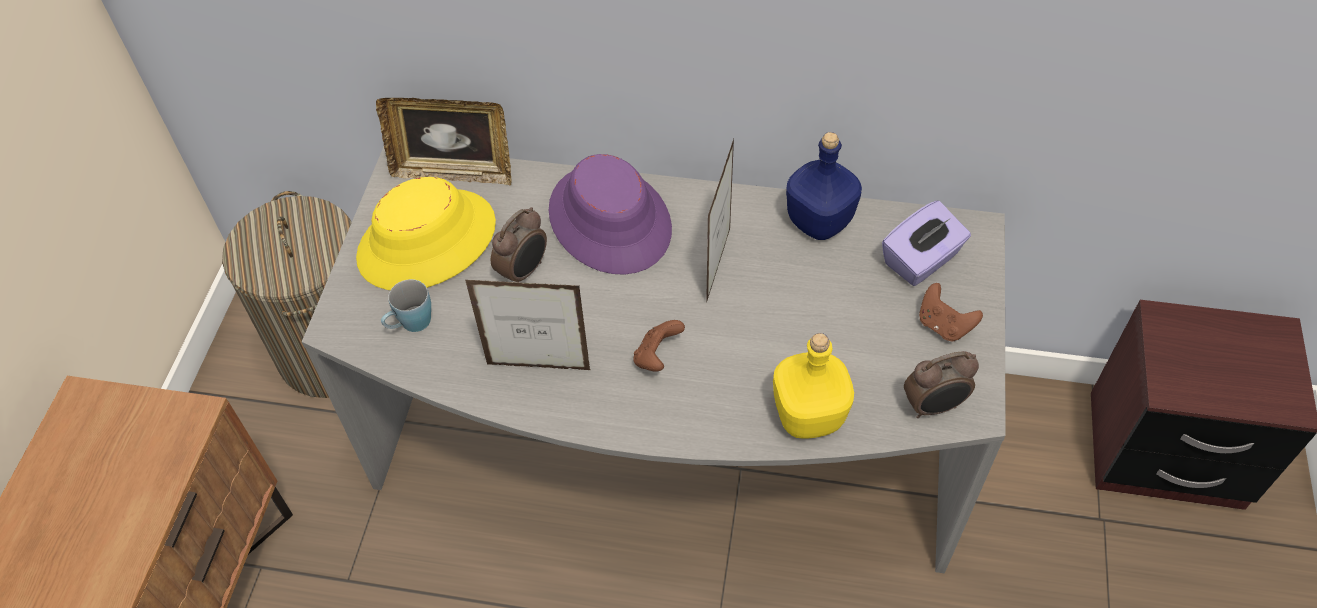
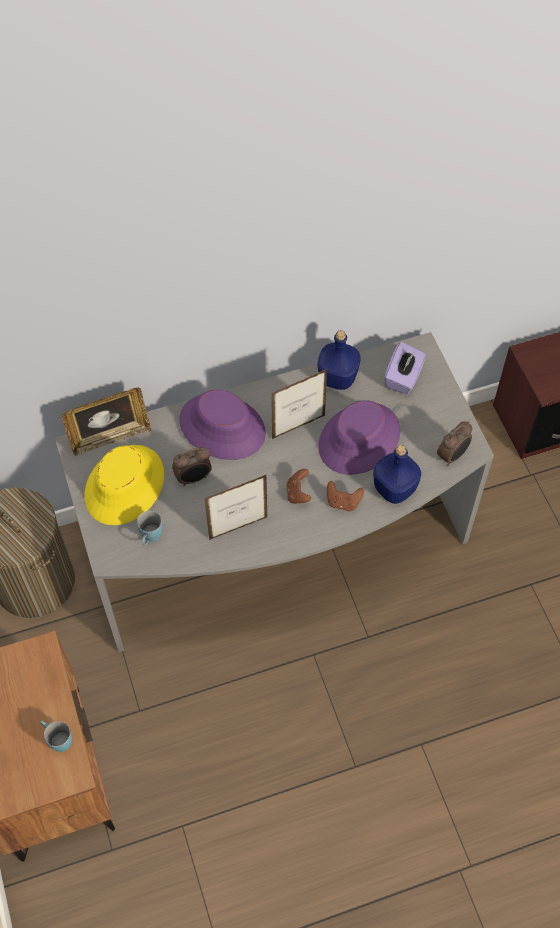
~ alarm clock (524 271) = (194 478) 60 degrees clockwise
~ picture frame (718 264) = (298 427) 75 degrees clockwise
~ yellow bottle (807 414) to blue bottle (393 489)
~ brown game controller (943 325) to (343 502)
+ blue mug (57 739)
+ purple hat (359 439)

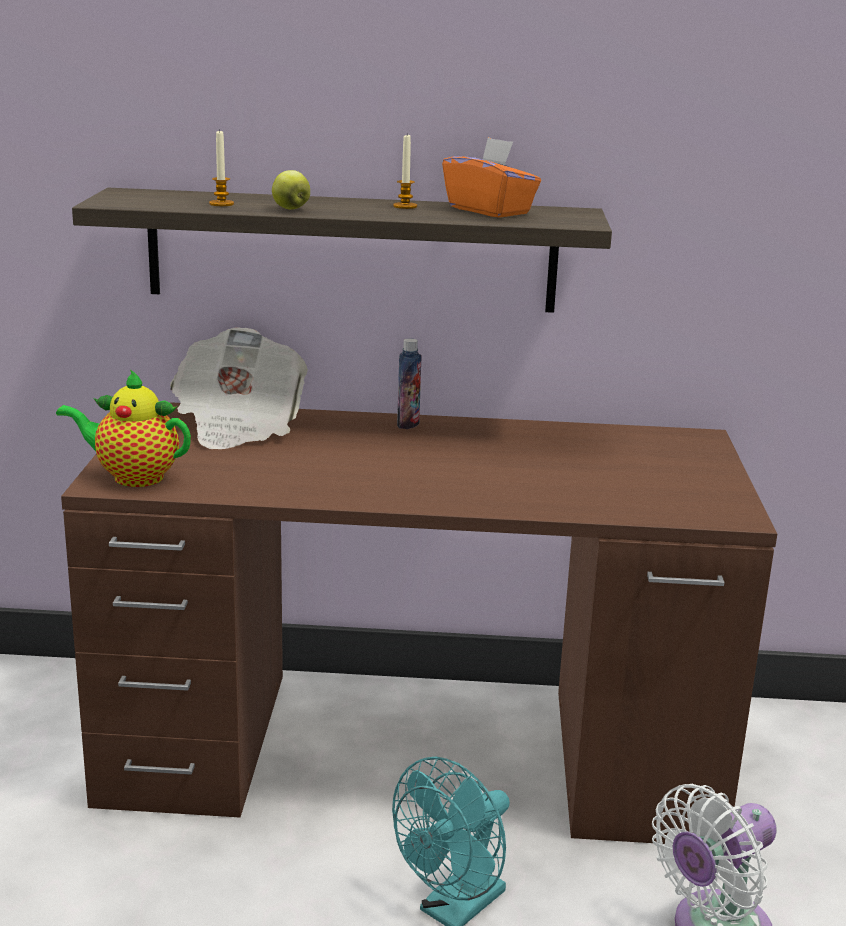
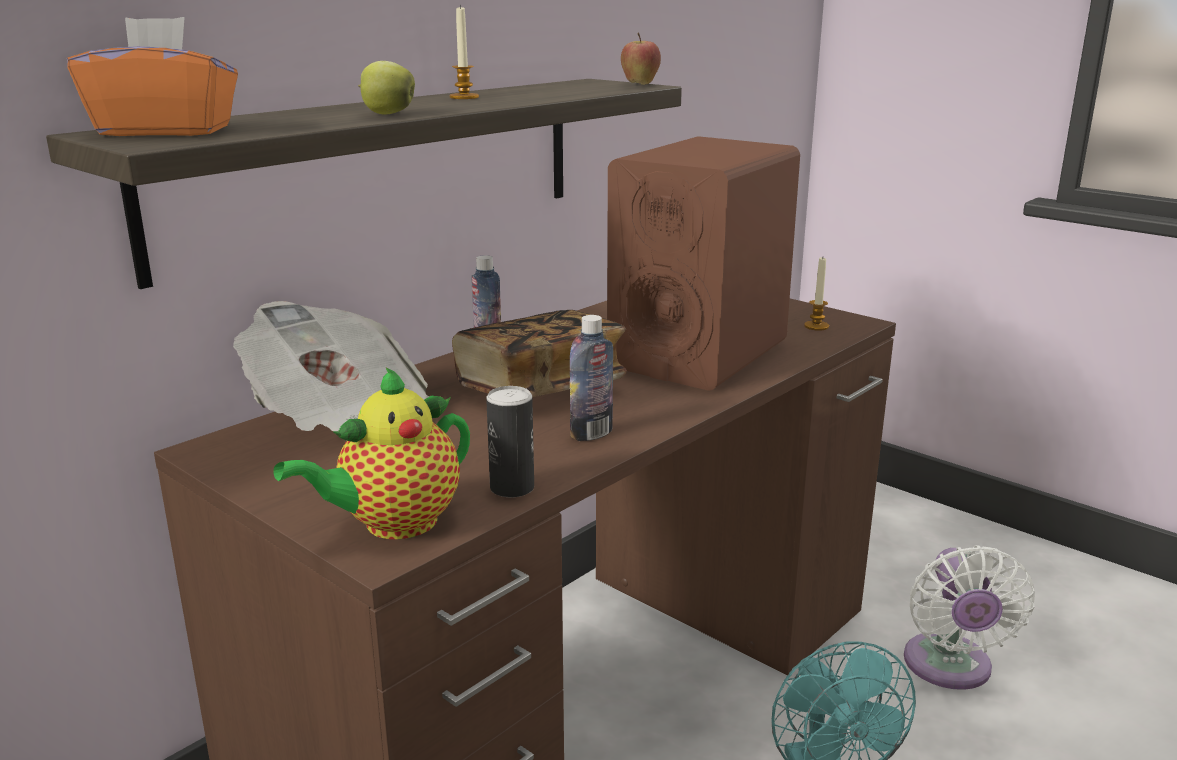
~ candle (221 204) to (816 326)
~ orange tissue box (489 210) to (166 131)
+ book (540 388)
+ can (512 488)
+ bottle (591 433)
+ brown speaker (699 354)
+ apple (640 85)

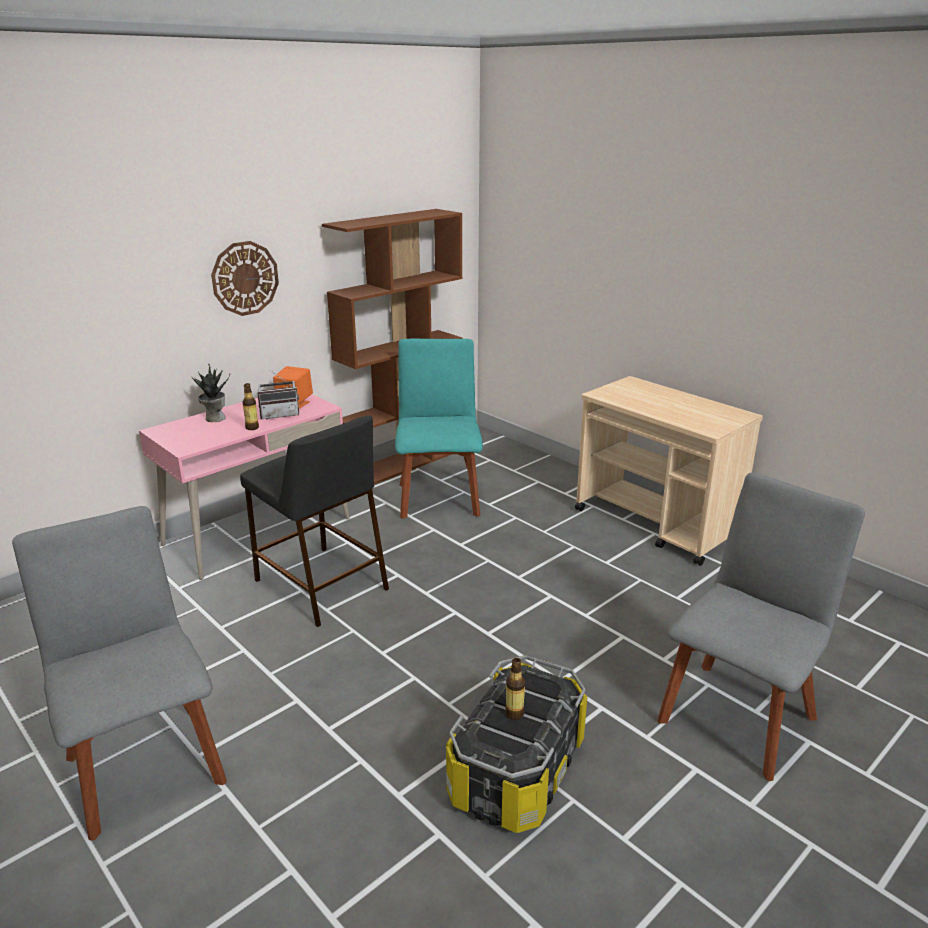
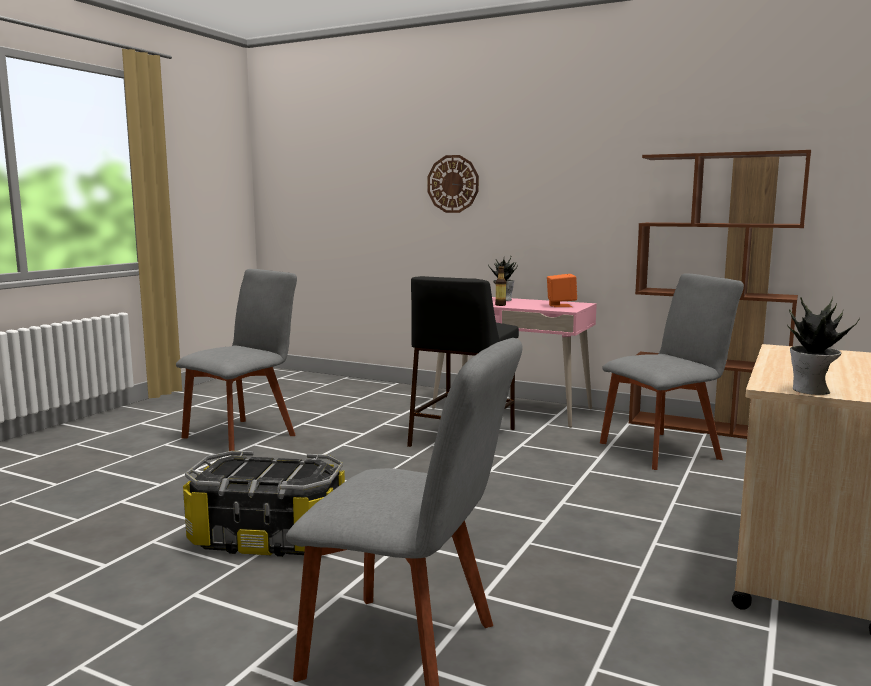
~ wall clock (245 278) to (453 184)
- radio (280 415)
~ turquoise chair (439 497) to grey chair (664 450)
- bottle (514 713)
+ potted plant (811 391)

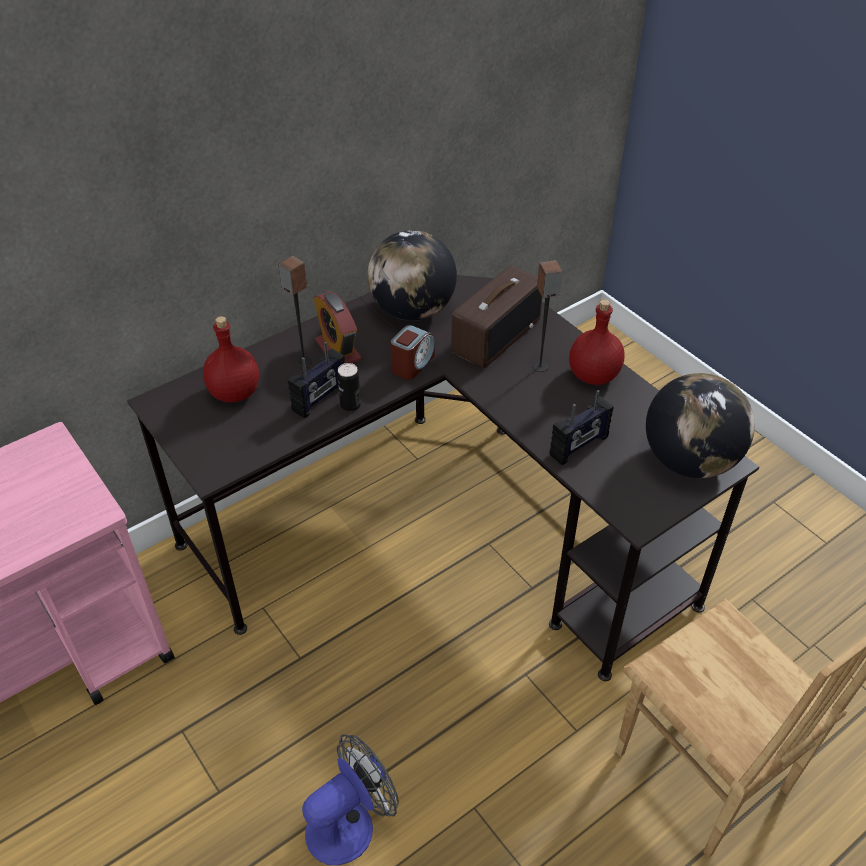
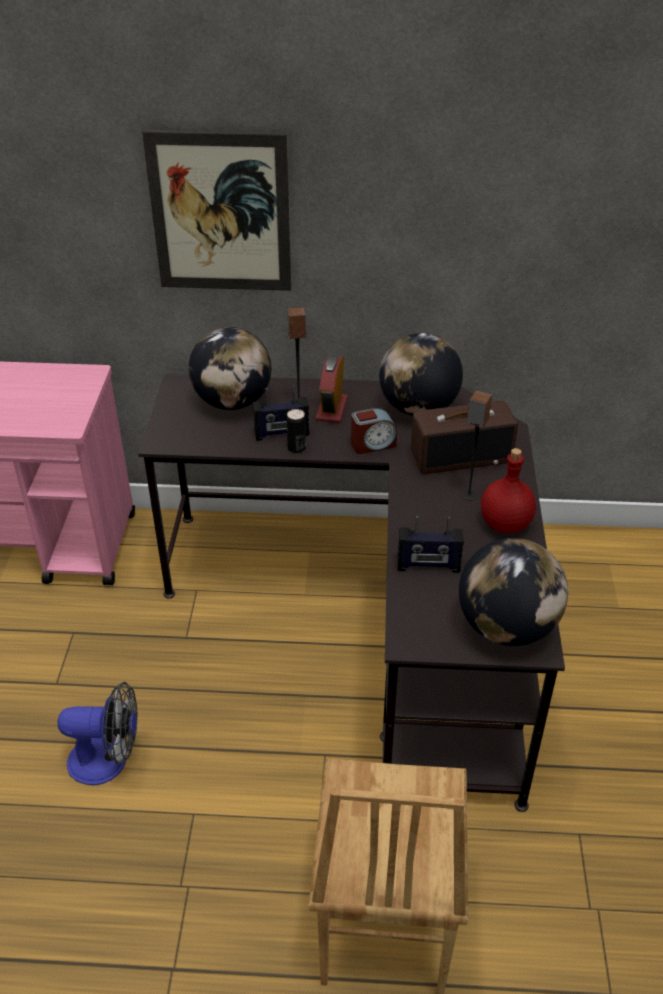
~ red bottle (236 393) to globe (232 402)
+ picture (220 213)

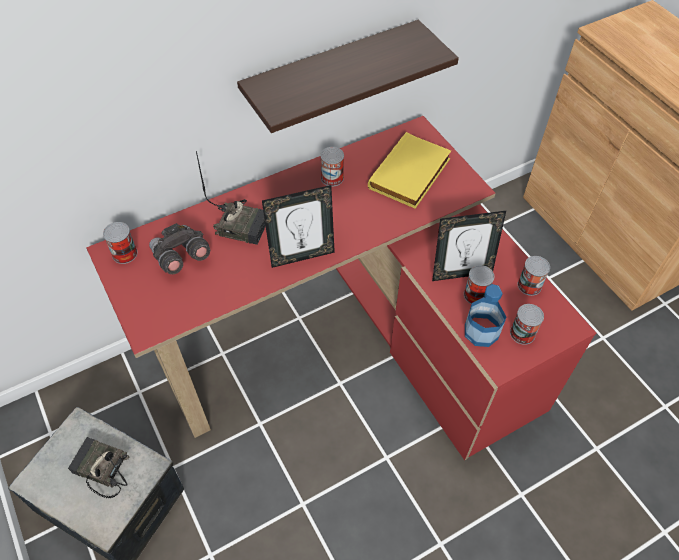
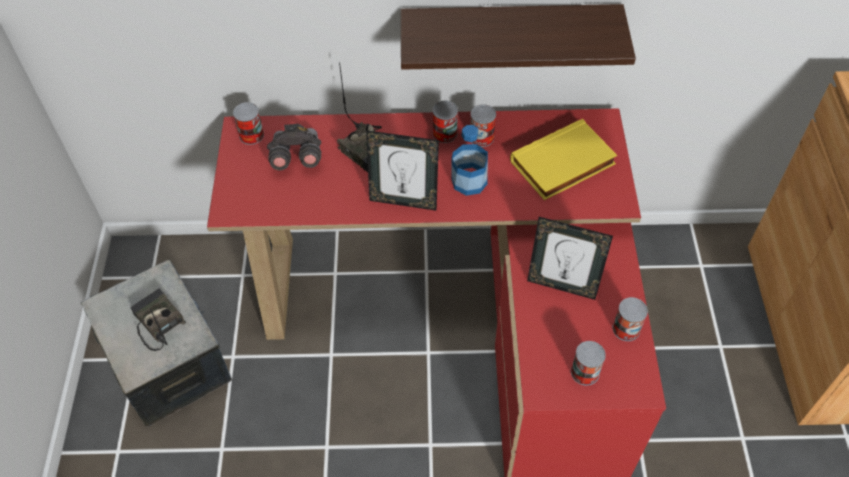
~ can (475 295) to (445 133)
~ bottle (481 332) to (469 181)

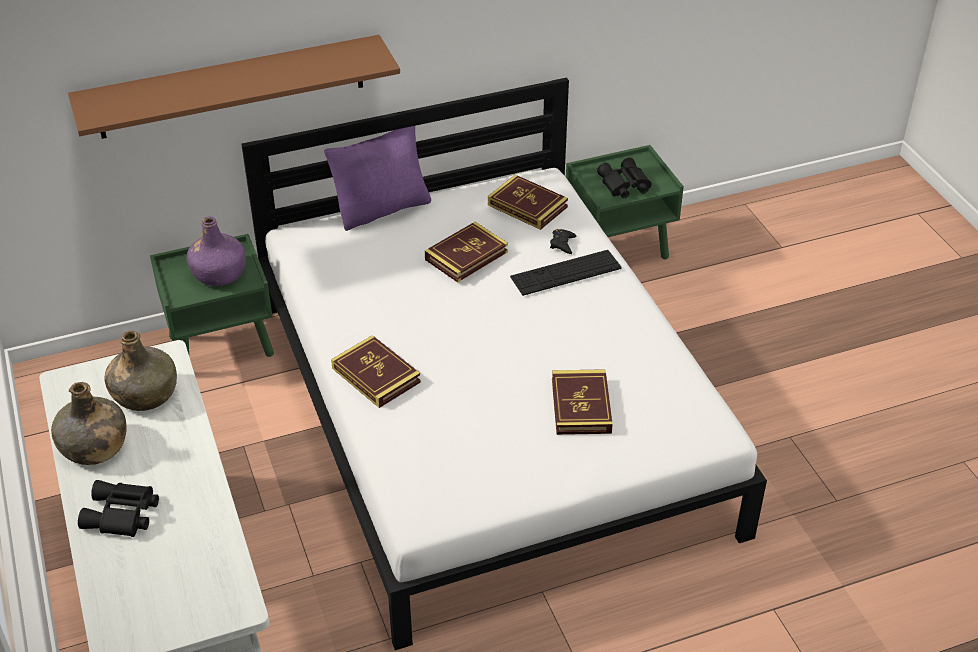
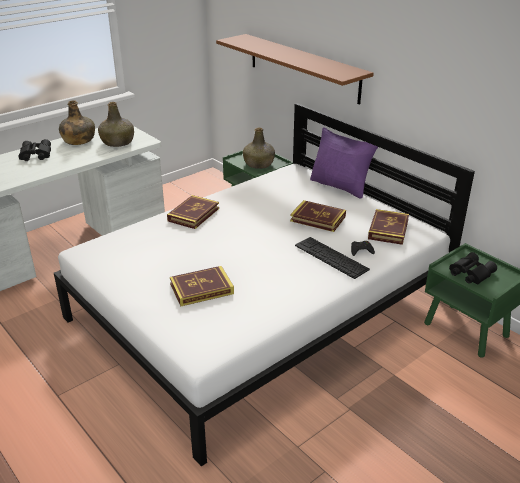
~ purple bottle (219 273) to green bottle (259 164)

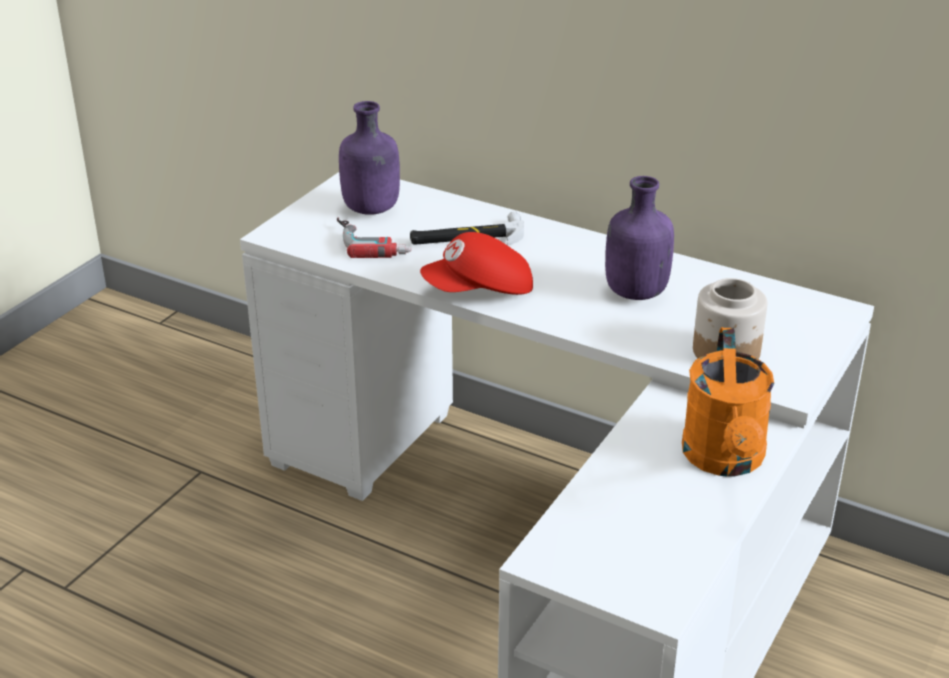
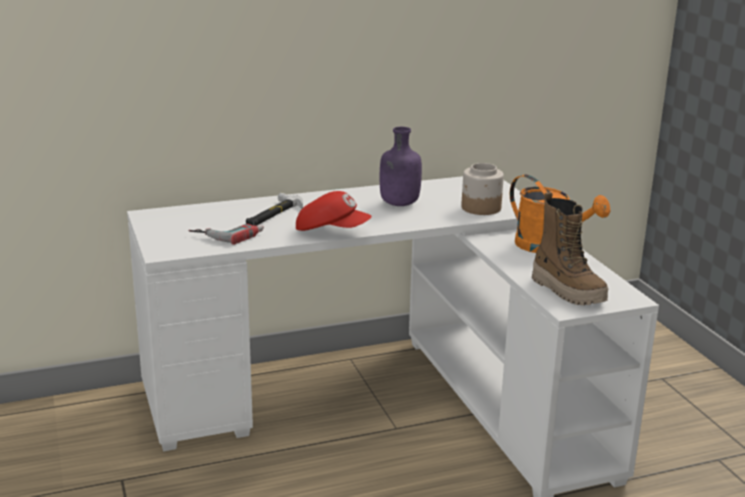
- purple bottle (371 209)
~ red cap (480 292) = (332 231) 90 degrees counterclockwise
+ boot (568 291)

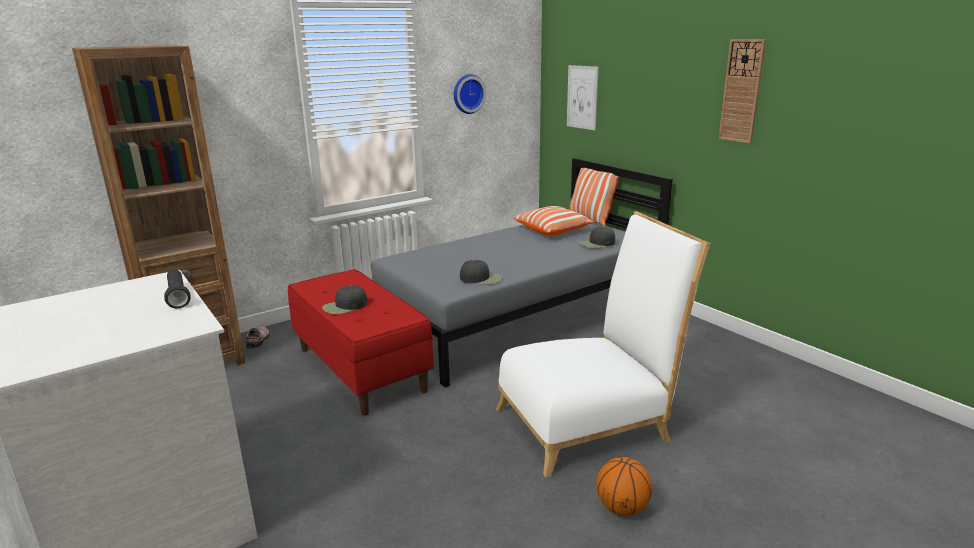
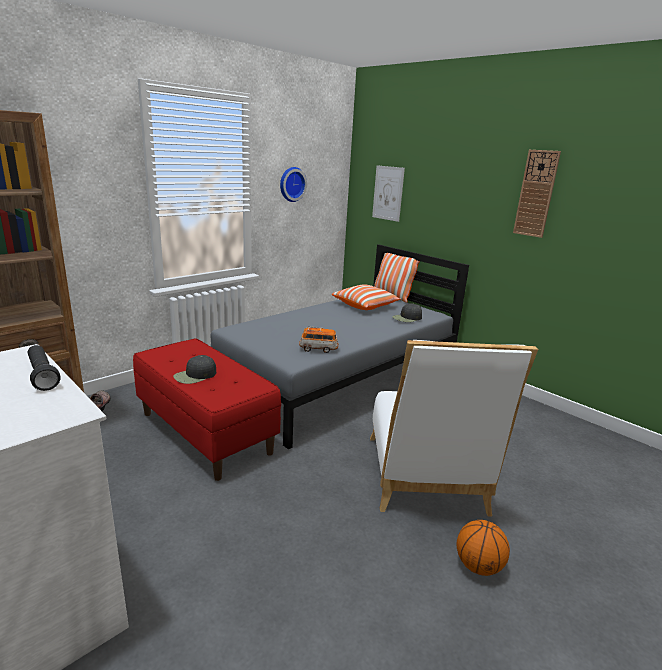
~ black cap (481 278) to toy car (318 349)
~ white chair (590 422) = (426 479) 120 degrees clockwise

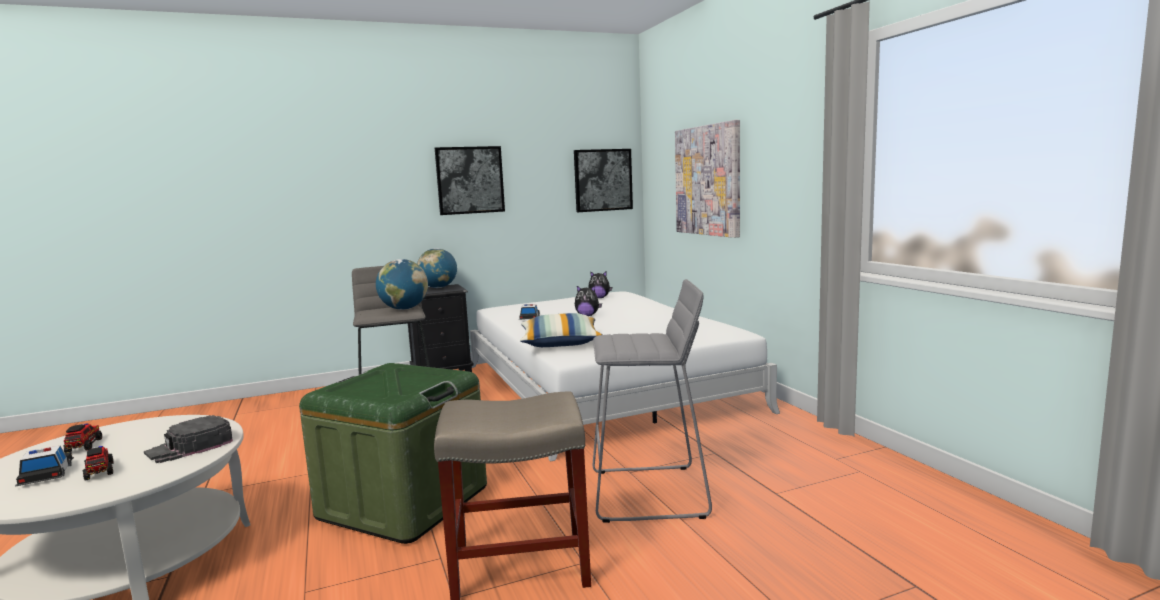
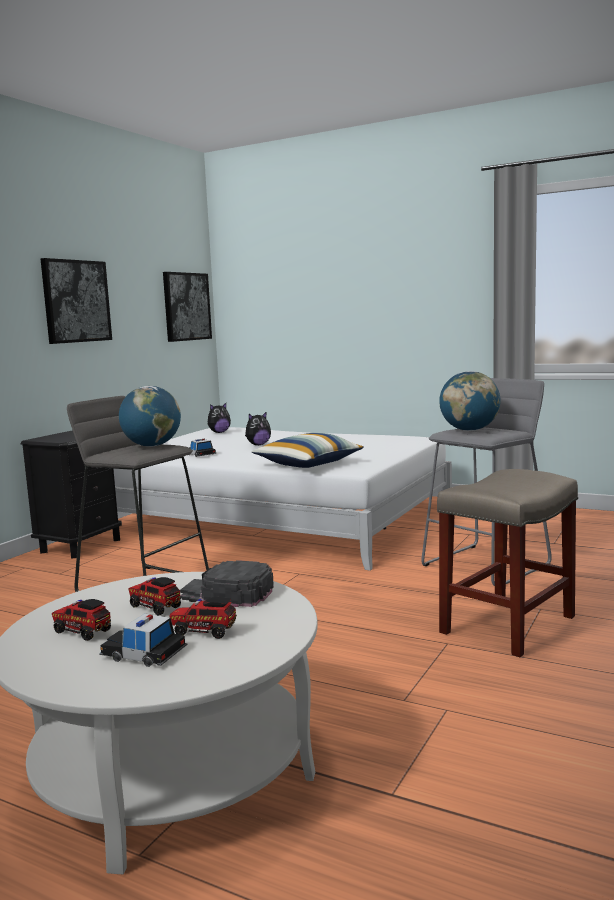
~ black cap (190 447) = (227 593) 105 degrees clockwise
- green storage box (404 502)
~ globe (438 287) to (469 430)
- picture (708 180)
+ toy truck (154 607)

